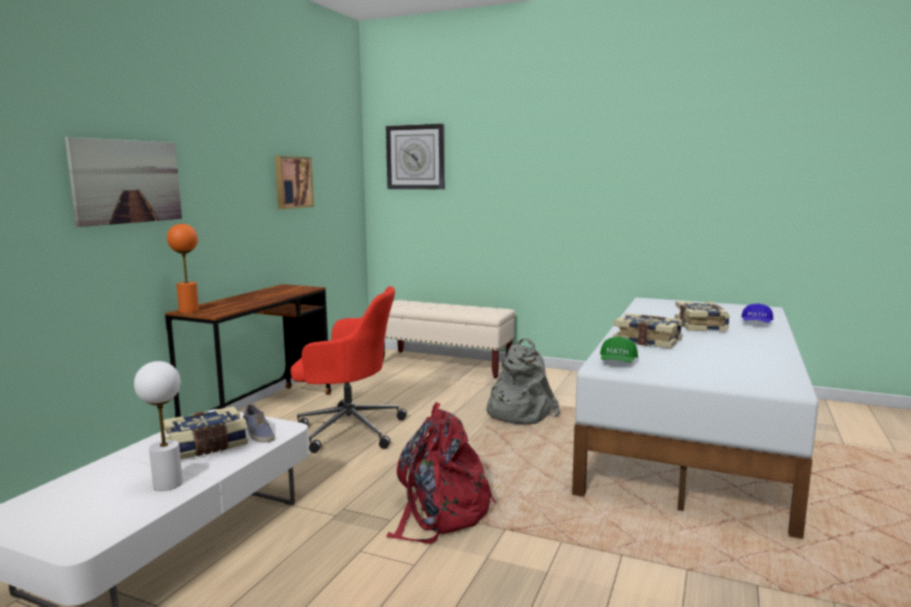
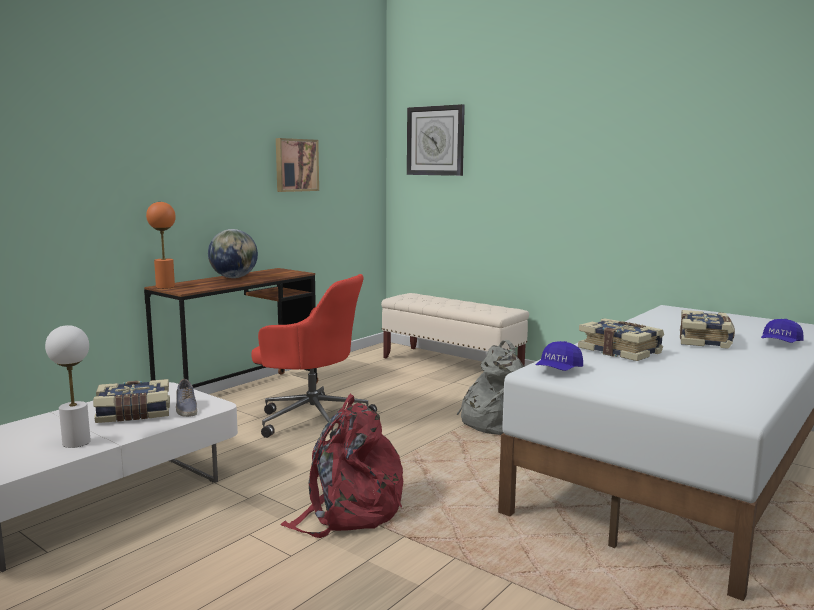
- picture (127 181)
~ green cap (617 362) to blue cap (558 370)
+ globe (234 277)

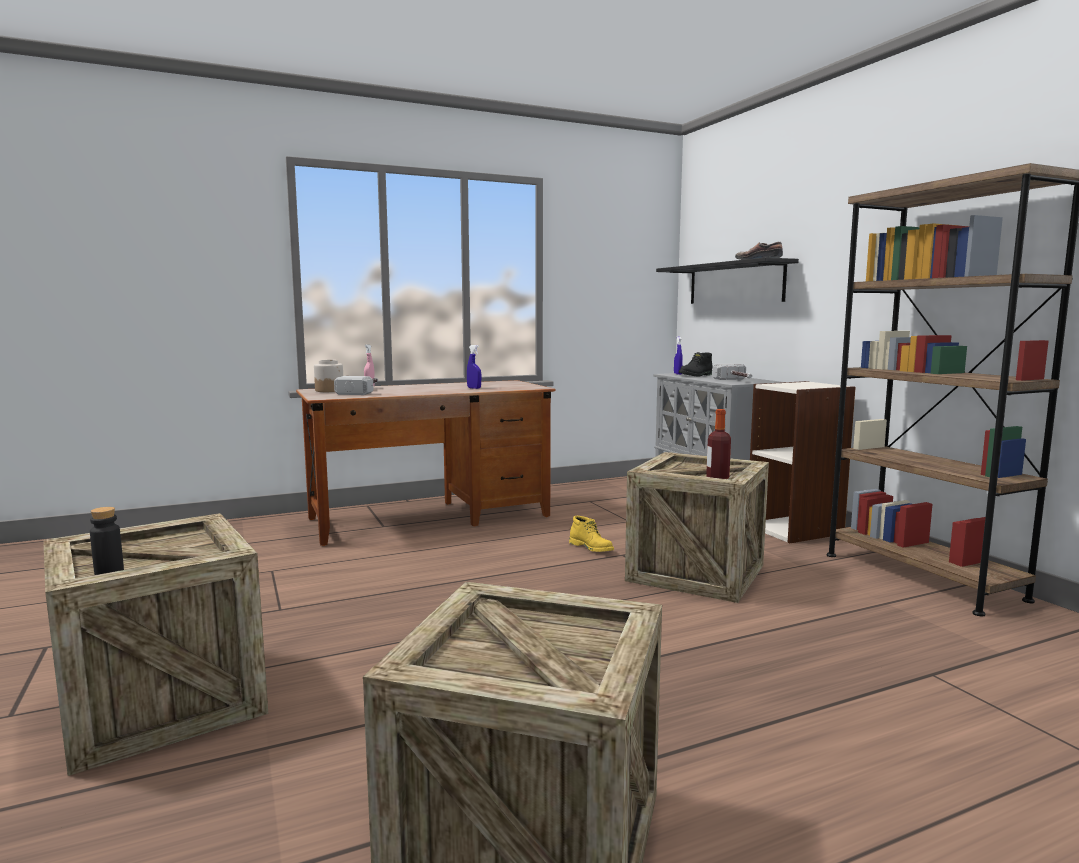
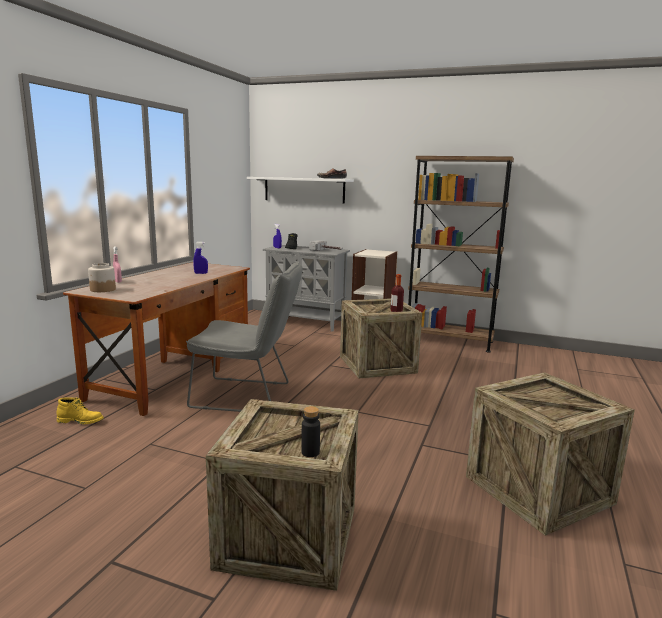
- hammer (363 391)
~ yellow boot (592 548) to (81 421)
~ black shelf (735 283) to white shelf (304 190)
+ grey chair (248 396)

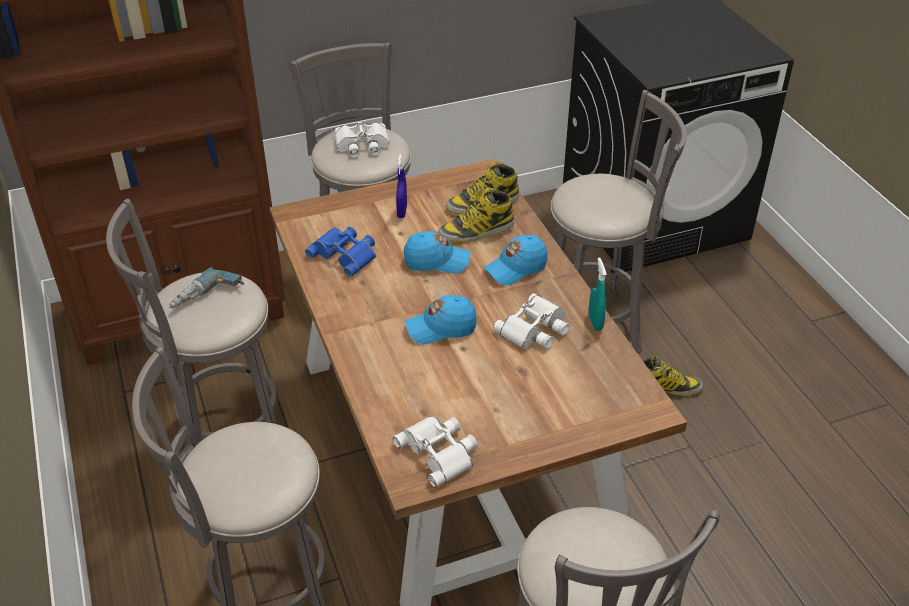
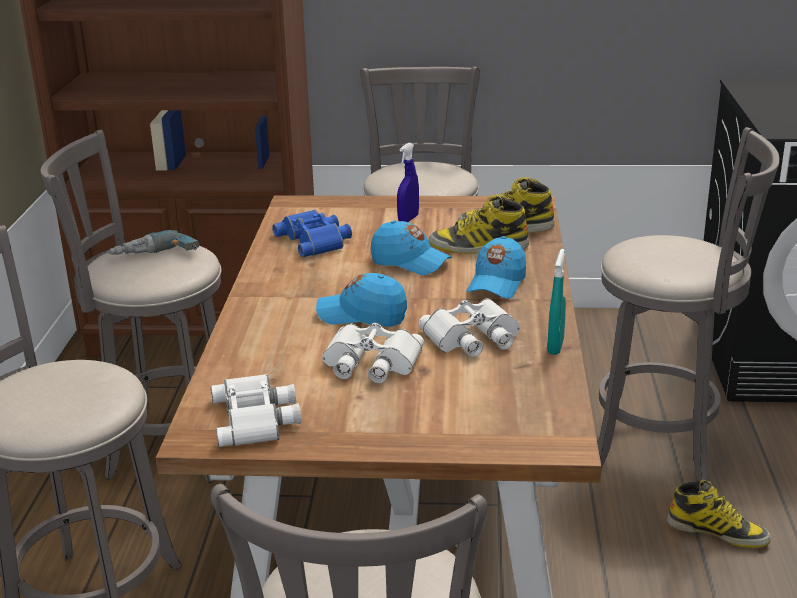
~ white binoculars (362 145) to (370 363)
~ blue cap (515 268) = (497 283) 60 degrees counterclockwise

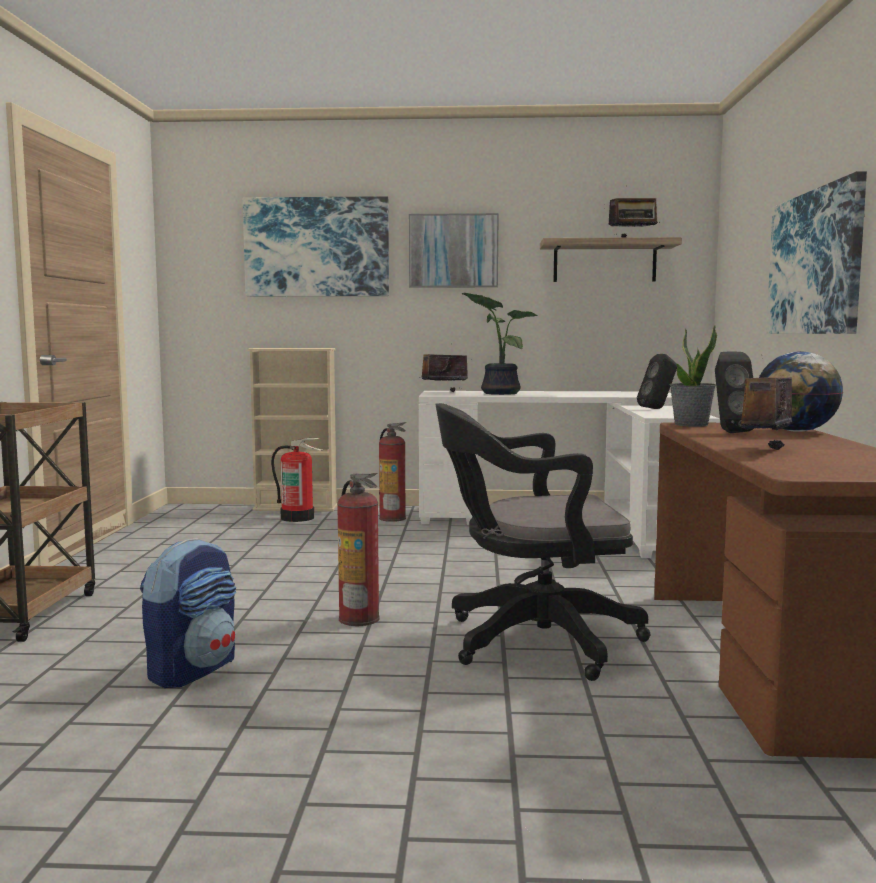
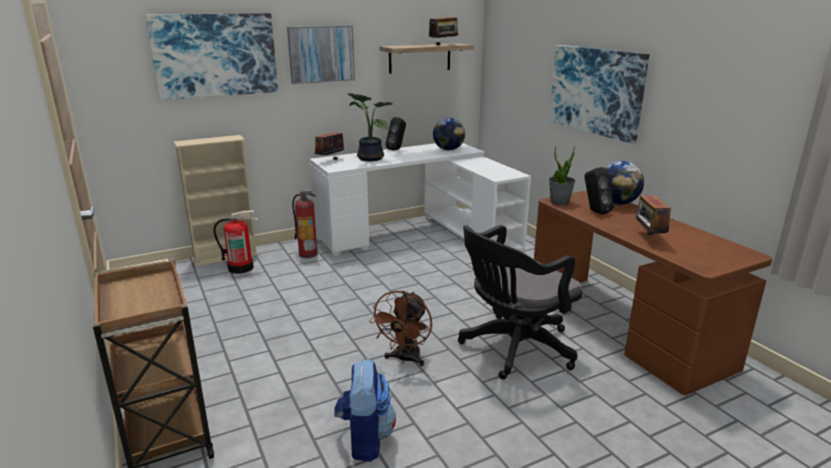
~ fire extinguisher (359 619) to brown fan (405 359)
~ black speaker (657 408) to (397 149)
+ globe (448 150)

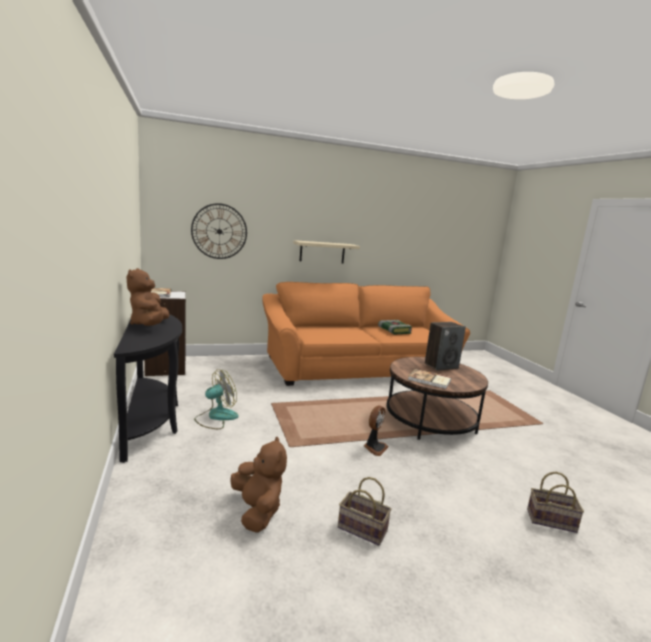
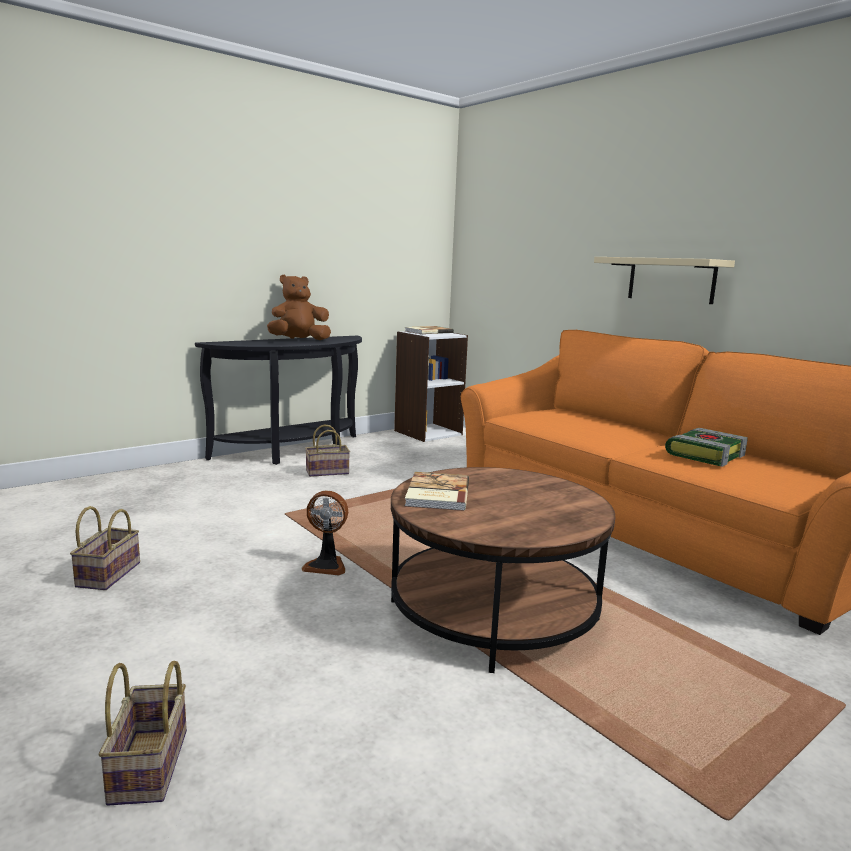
- wall clock (219 231)
~ fan (216 417) to basket (328 471)
- brown plush toy (257 511)
- speaker (441 366)

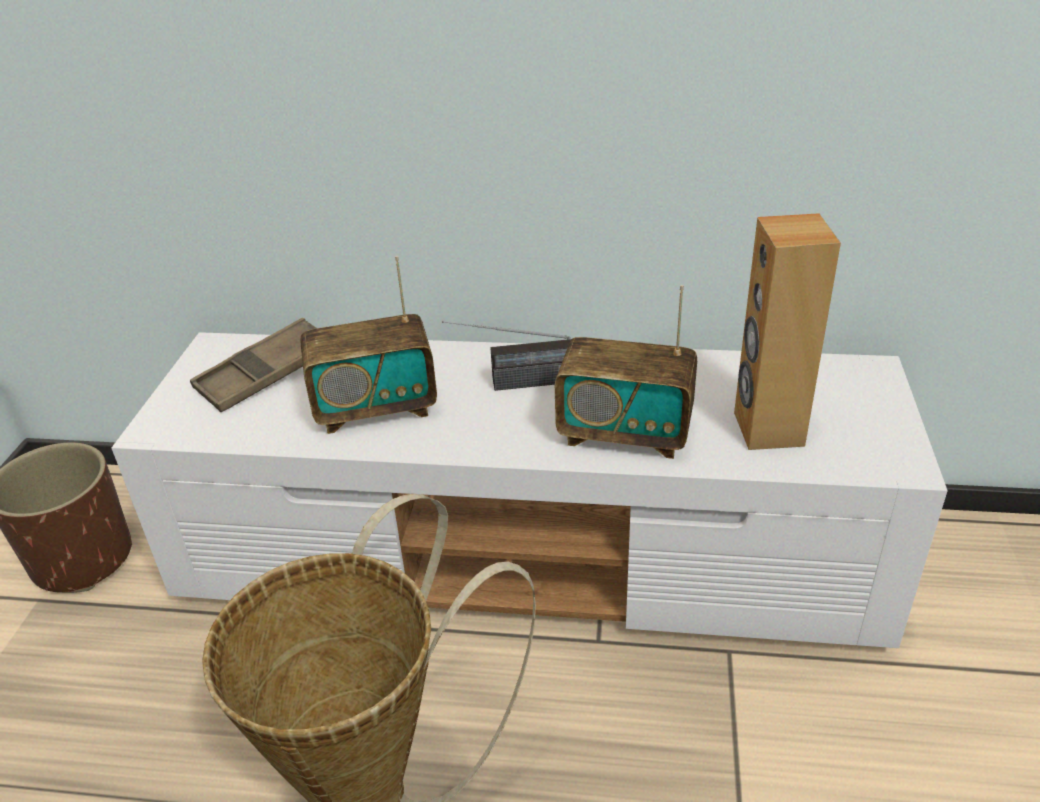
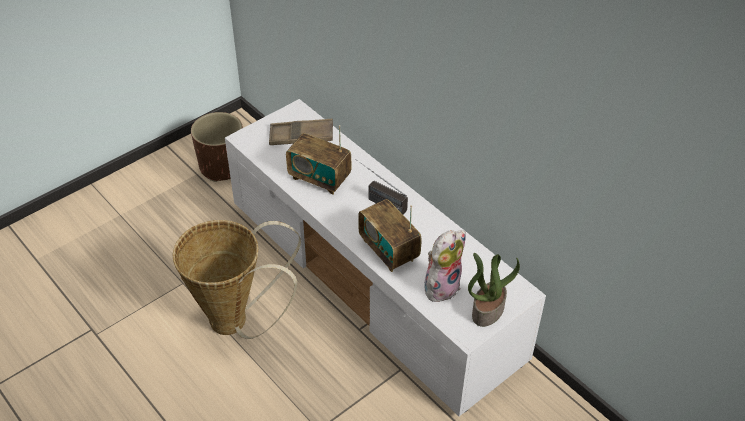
~ brown speaker (767 429) to plush toy (441 286)
+ potted plant (487 310)

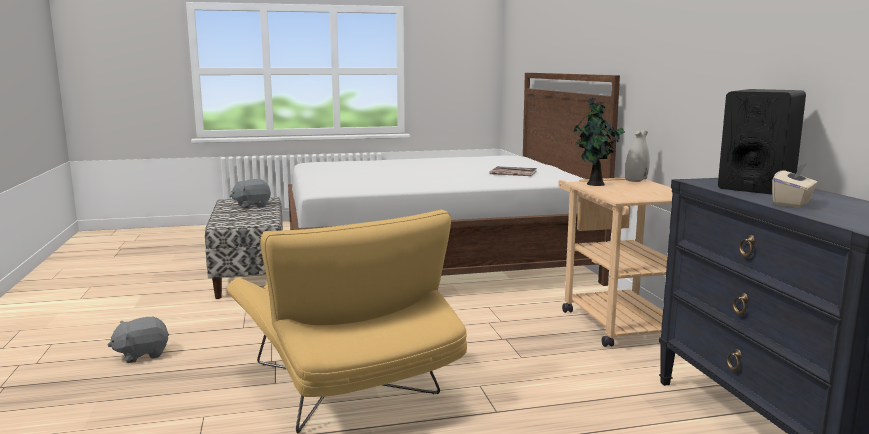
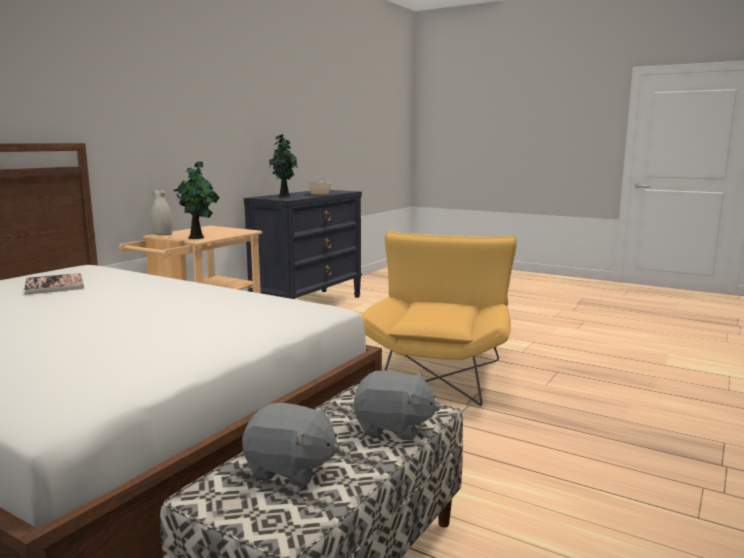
~ grey plush toy (142 354) to (393 428)
~ black speaker (756 186) to potted plant (283 196)

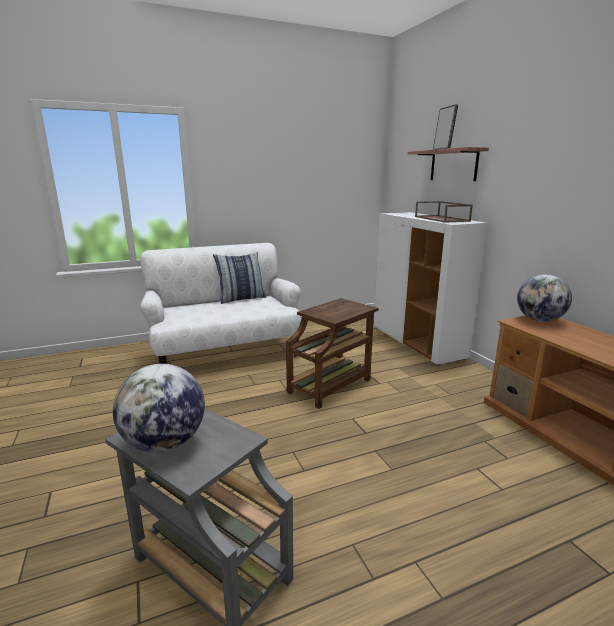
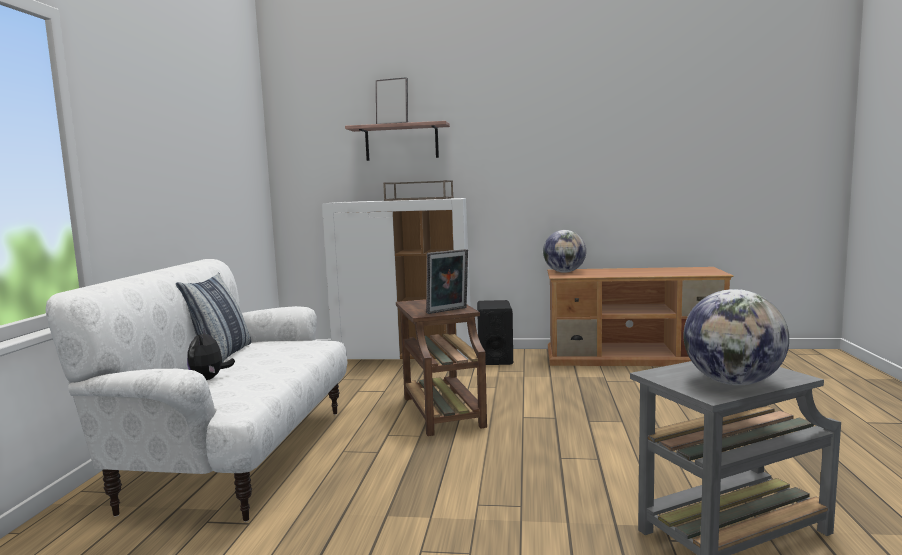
+ plush toy (209 379)
+ picture frame (448 311)
+ black speaker (495 358)

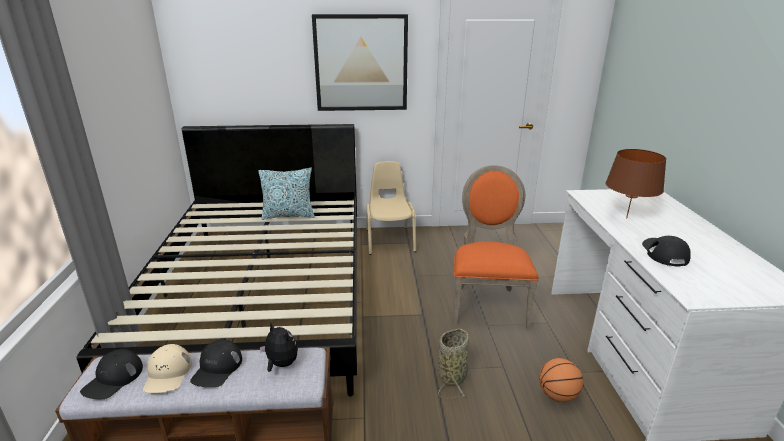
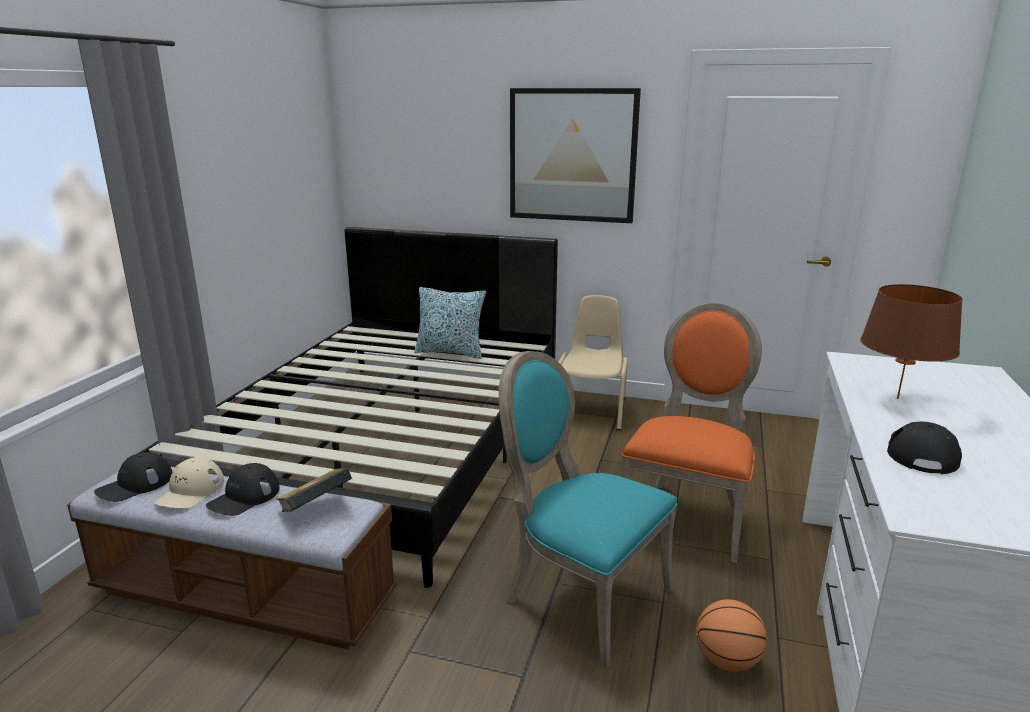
~ plush toy (280 364) to book (316 508)
~ basket (453 375) to turquoise chair (580 596)

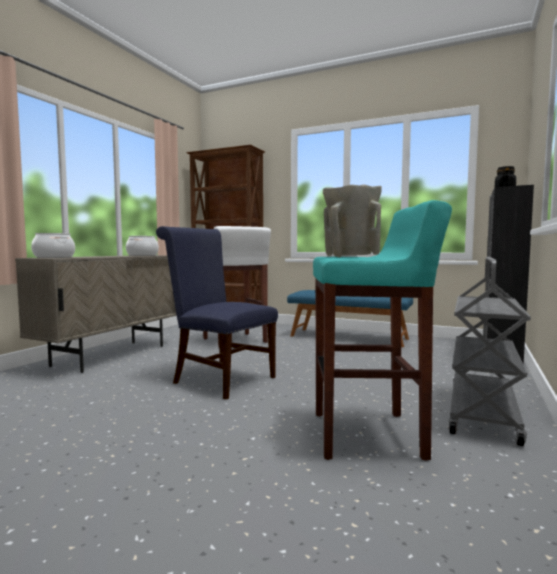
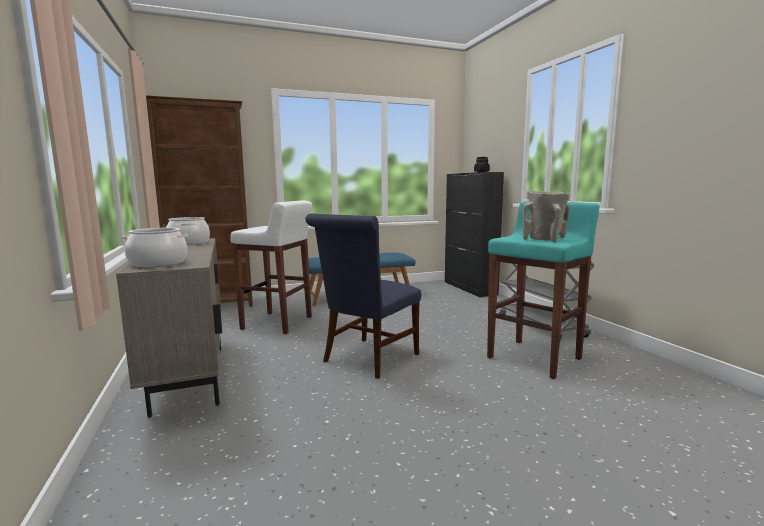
~ blue chair (219 379) = (367 359) 45 degrees counterclockwise

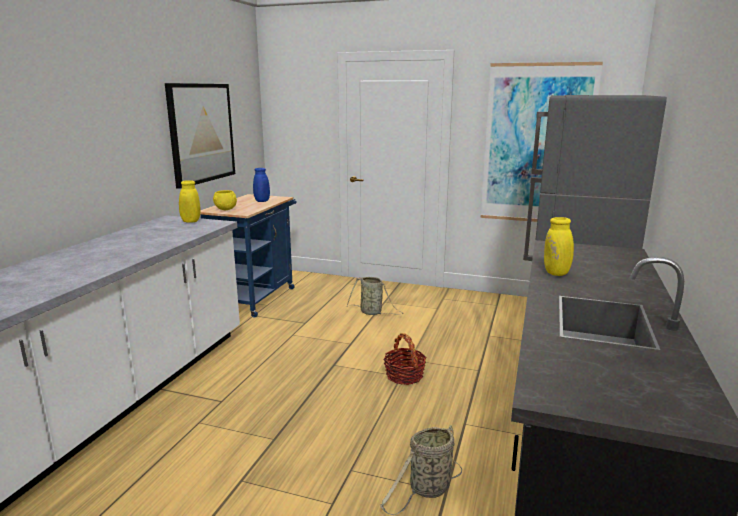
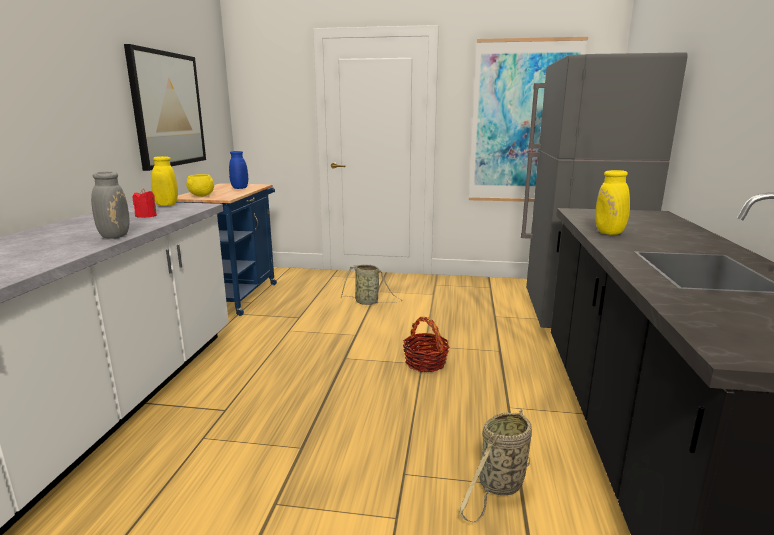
+ grey vase (115 236)
+ red candle (146 216)

